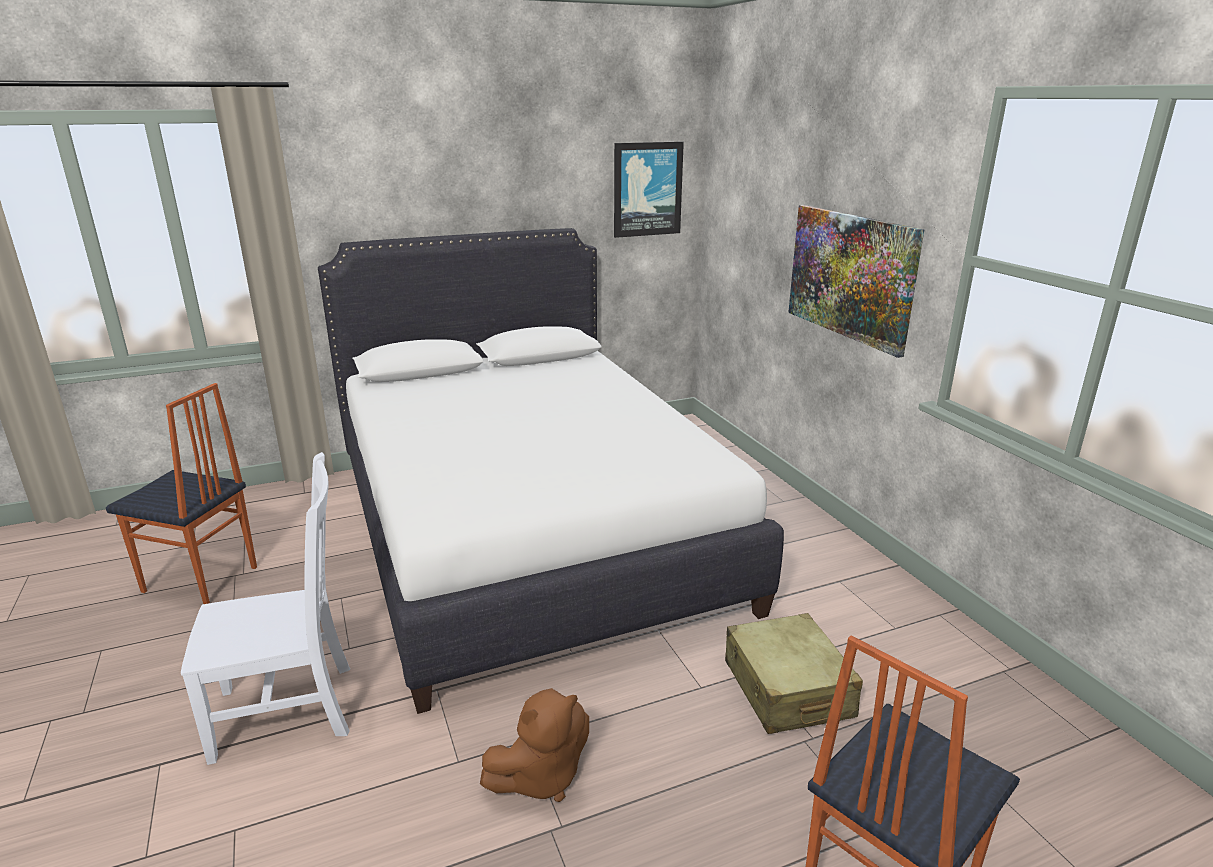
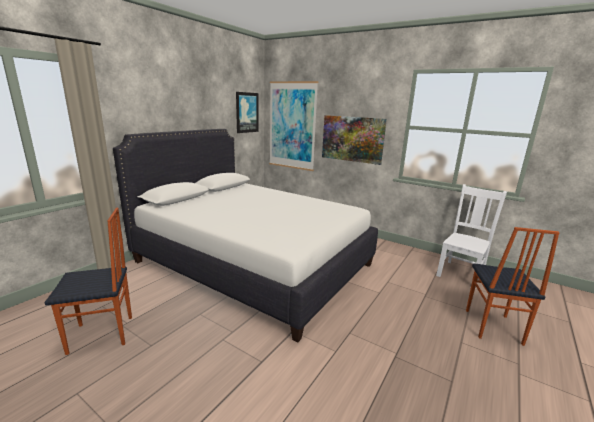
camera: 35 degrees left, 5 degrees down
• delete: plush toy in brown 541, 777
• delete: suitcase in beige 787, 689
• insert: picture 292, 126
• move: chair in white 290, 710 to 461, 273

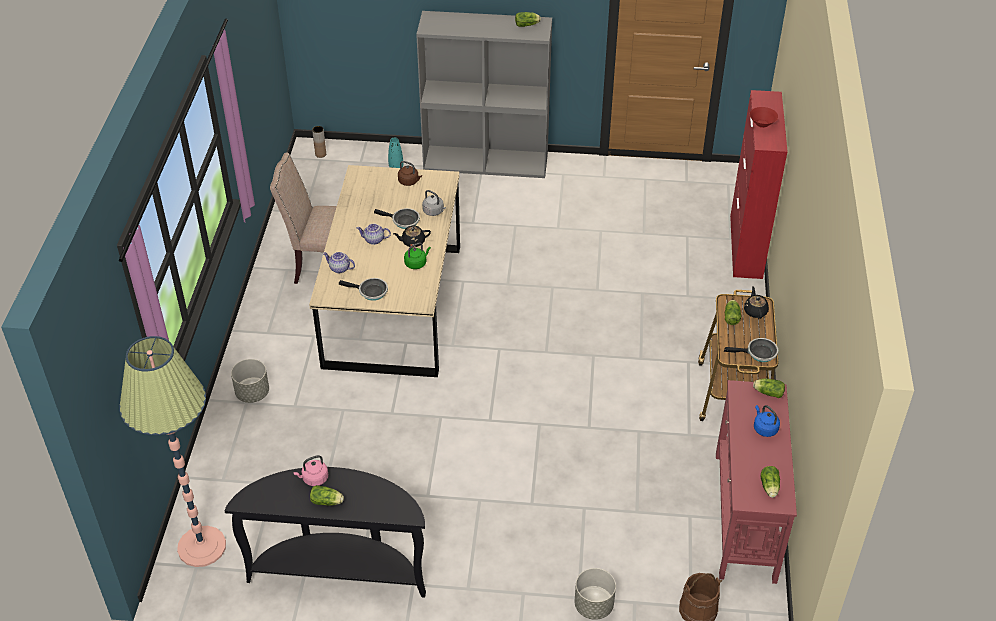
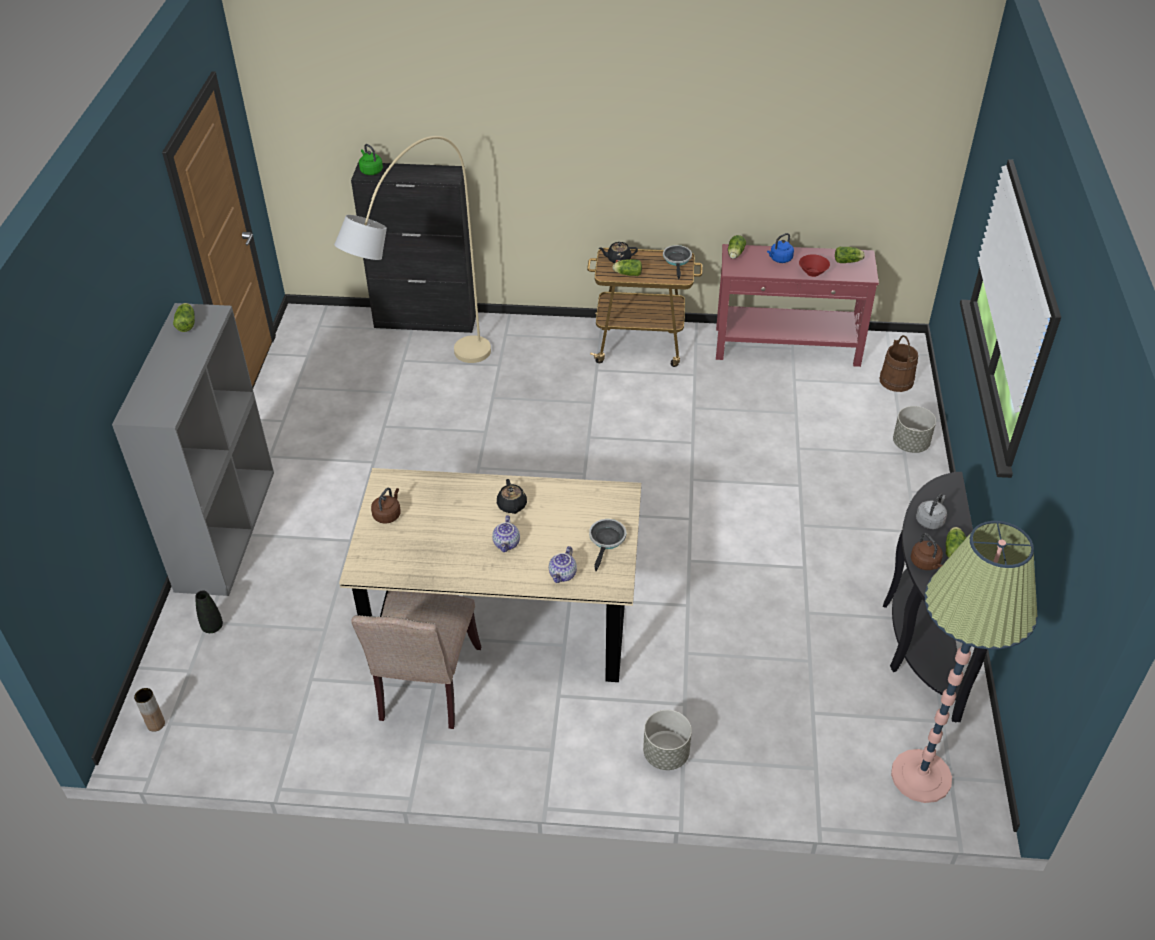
camera: 90 degrees left, 0 degrees up
• delete: frying pan 403, 221
• insert: floor lamp in beige 428, 389
• move: kettle in green 416, 263 to 371, 170
• move: kettle in grey 434, 212 to 930, 520
• move: bowl in red 761, 123 to 813, 273
• recolor: kettle in pink 314, 479 to kettle in brown 925, 563
• recolor: vase in turquoise 396, 167 to vase in black 212, 627
• recolor: cabinet in red 745, 247 to cabinet in black 426, 320

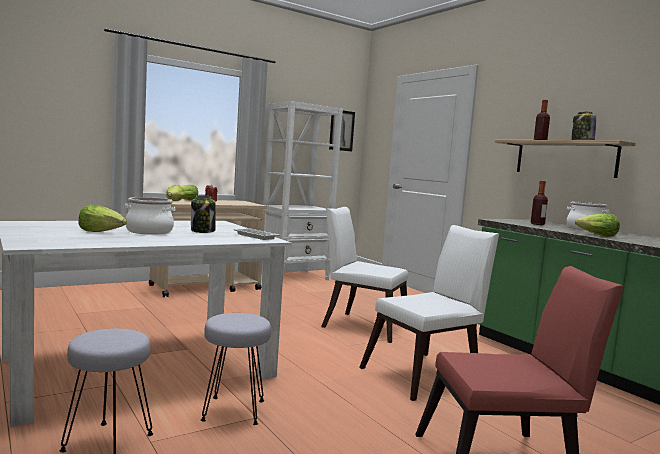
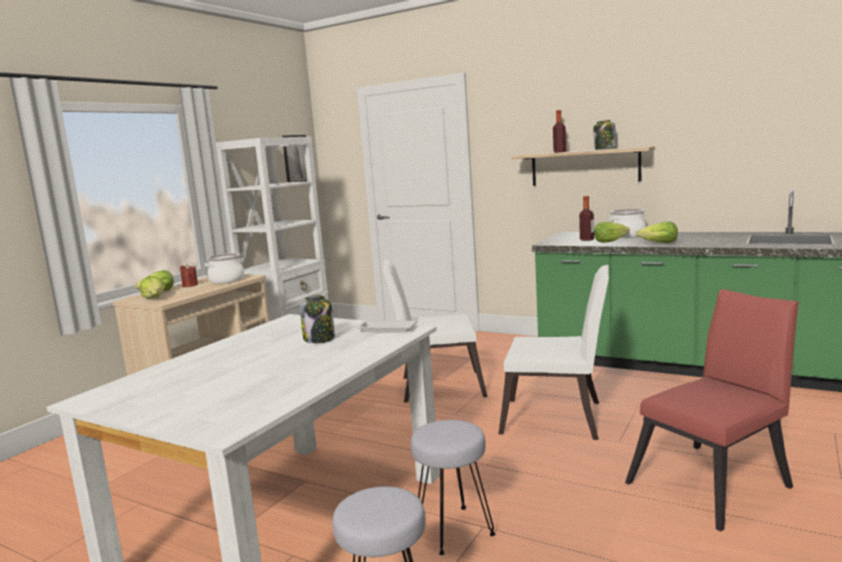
camera: 25 degrees left, 5 degrees up
• move: lettuce 101, 232 to 609, 241
• move: cooking pot 149, 231 to 227, 280
• rotate: chair in white 427, 375 = 559, 420 75 degrees clockwise

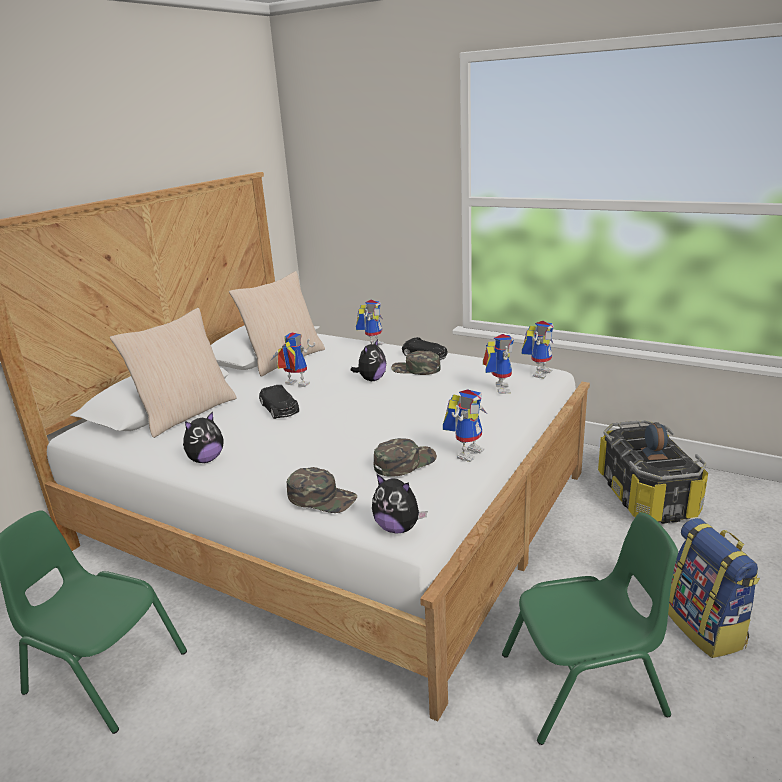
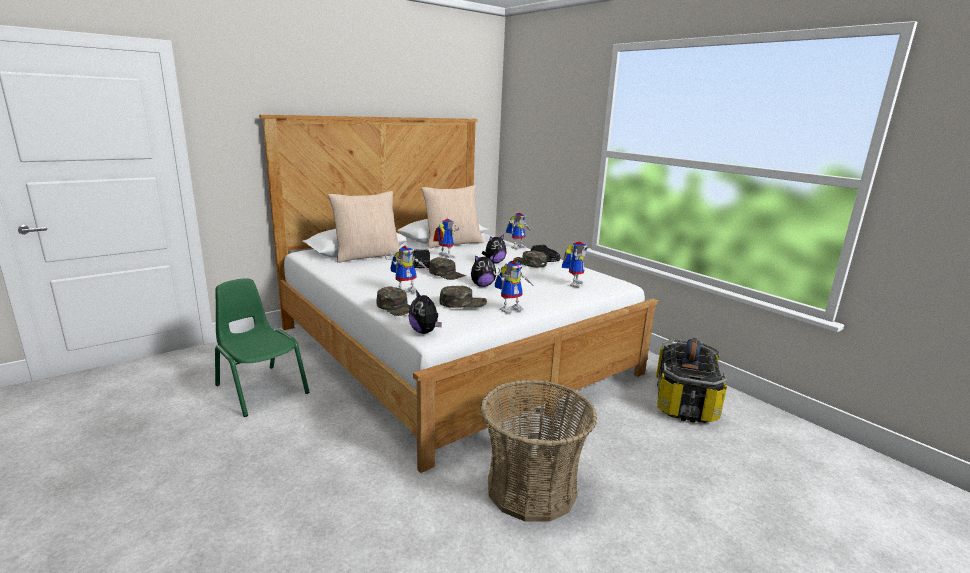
camera: 20 degrees right, 5 degrees down
• delete: backpack 705, 628
• insert: cap in green 447, 274
• move: plush toy 206, 459 to 482, 285
• move: toy robot 539, 372 to 406, 291
• replace: chair in green 583, 686 to basket 532, 488

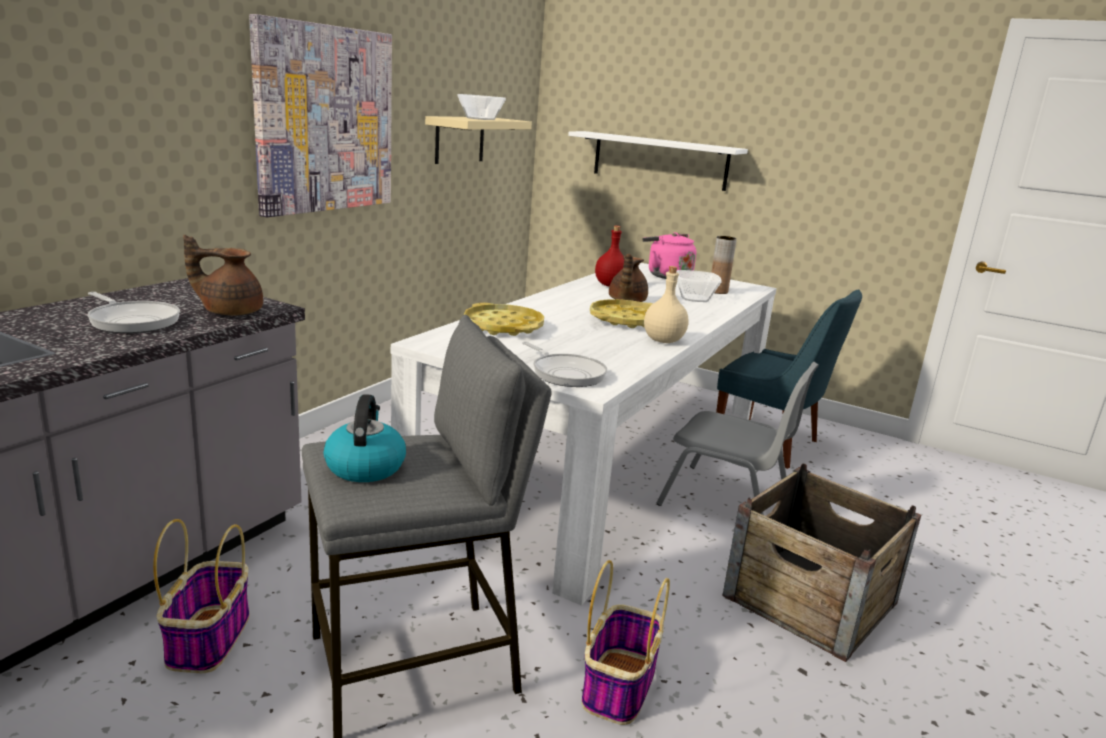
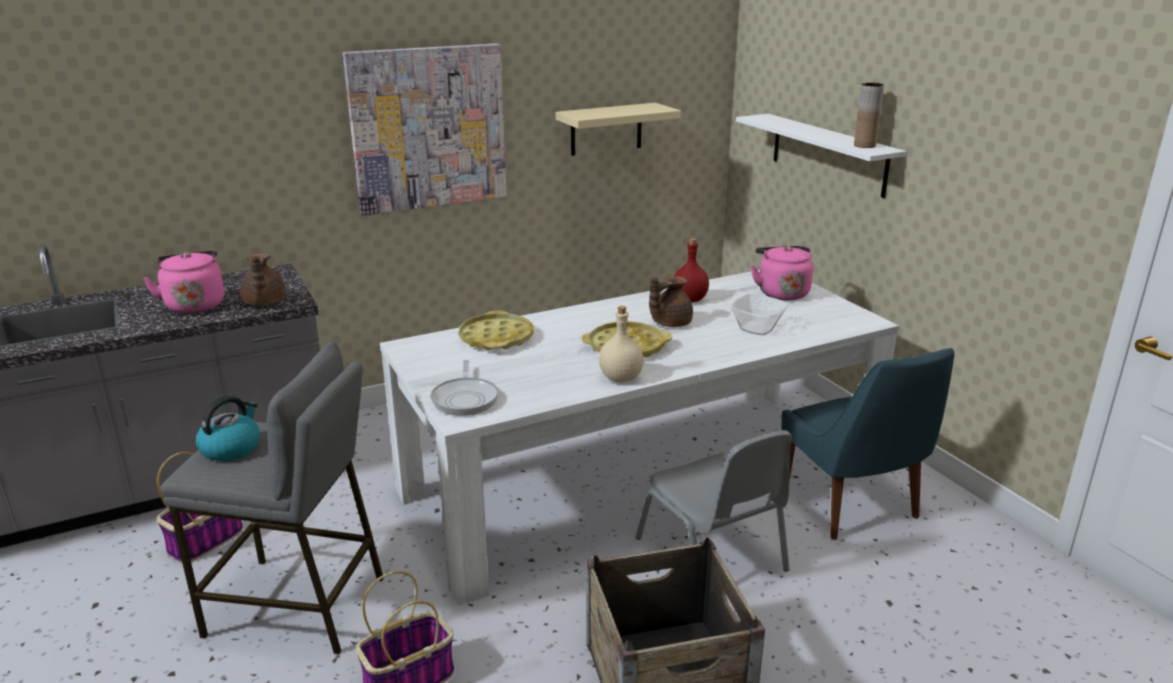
camera: 35 degrees right, 5 degrees up
• delete: bowl 480, 119
• move: vase in brown 718, 291 to 864, 146
• replace: frying pan 132, 321 to kettle in pink 194, 304
• rotate: teapot in brown 230, 311 = 263, 303 135 degrees counterclockwise

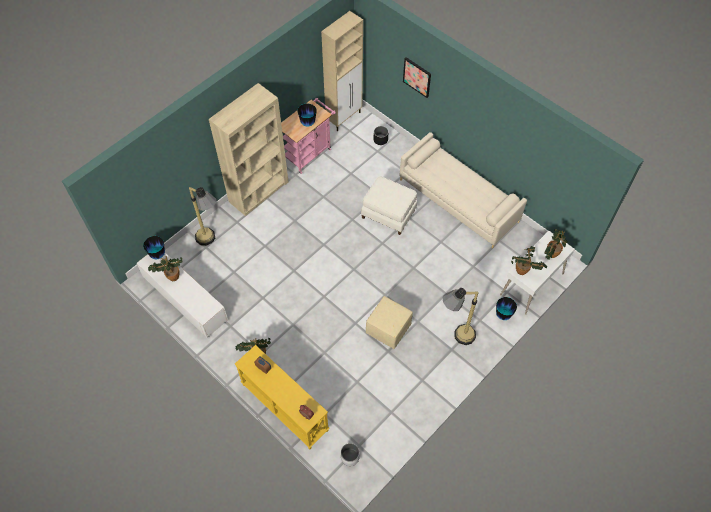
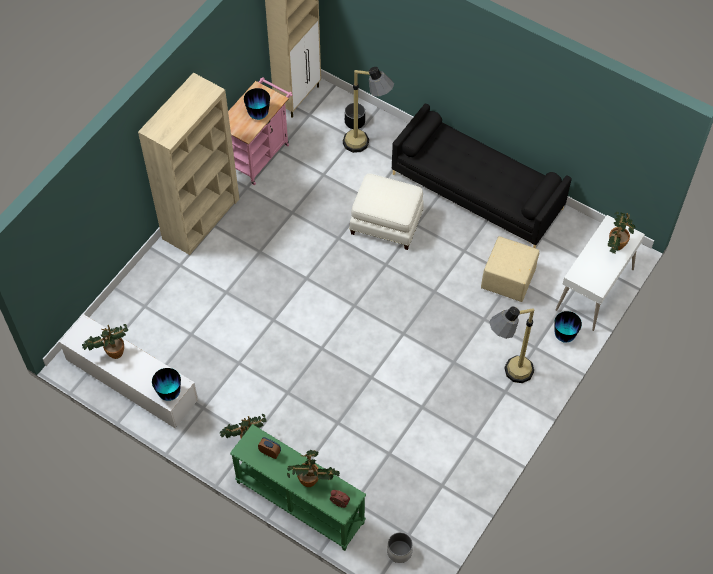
camera: 10 degrees left, 0 degrees up
• delete: picture 417, 77
• move: vase 158, 255 to 169, 393
• move: floor lamp 212, 242 to 366, 147
• move: ottoman in beige 388, 329 to 508, 280
• move: potted plant 524, 272 to 312, 482
• recolor: console table in yellow 284, 407 to console table in green 299, 503
• recolor: sofa in beige 459, 200 to sofa in black 478, 191

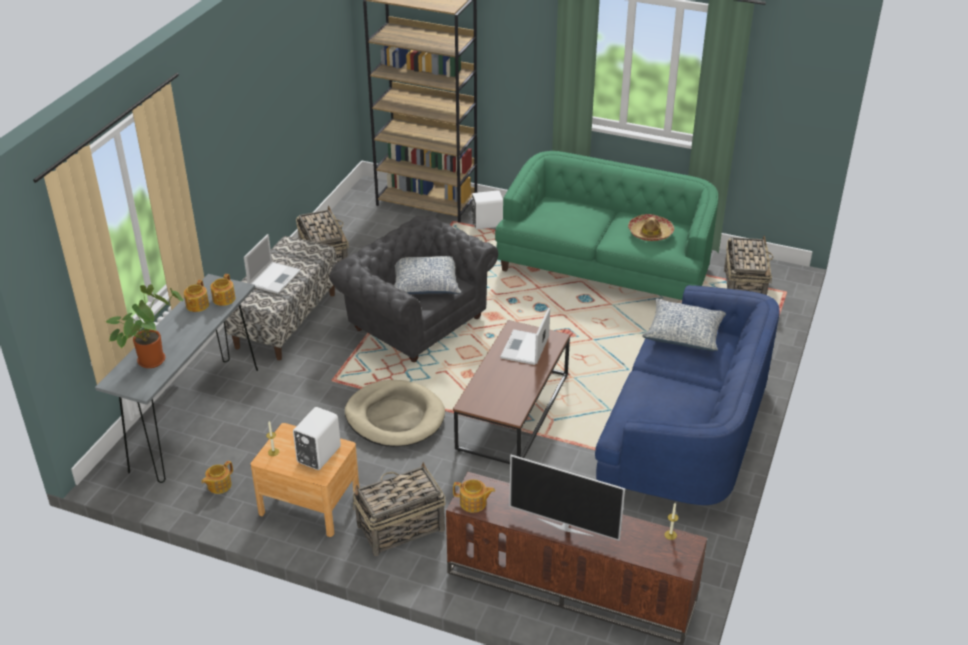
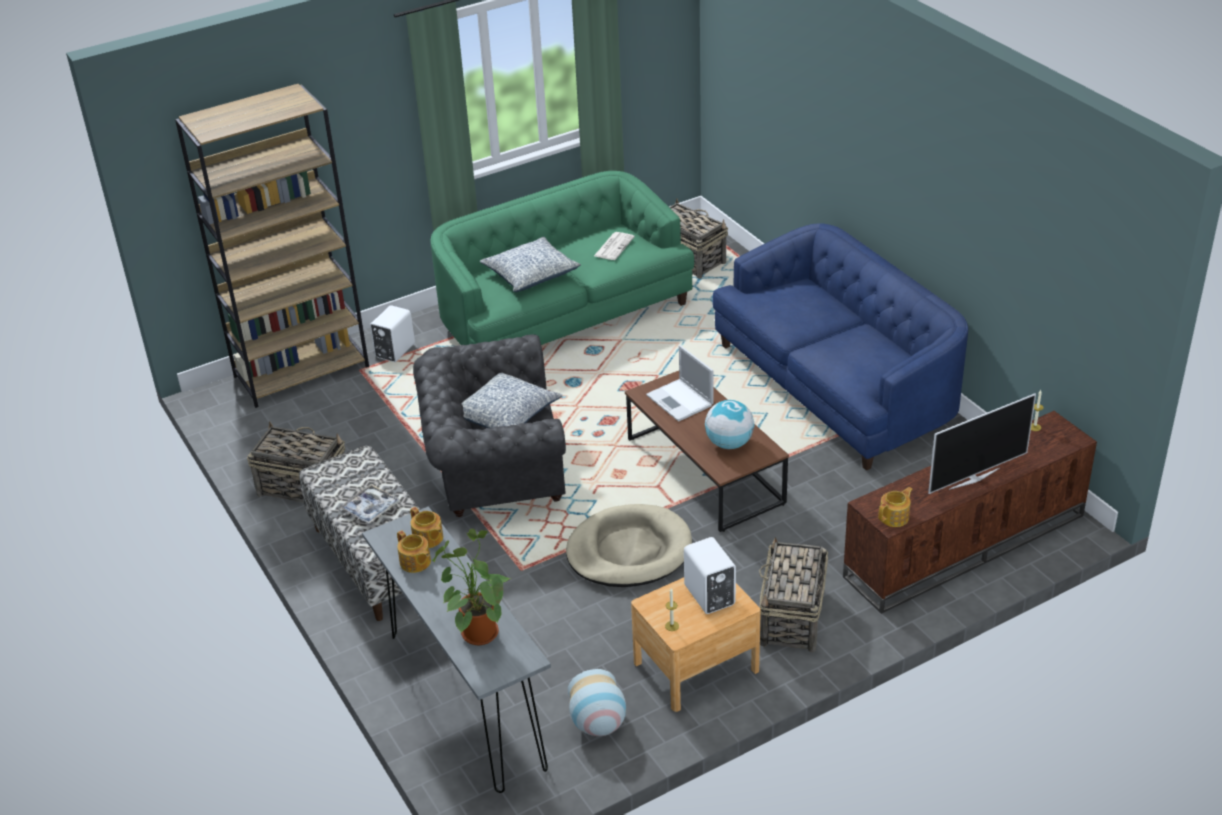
camera: 50 degrees left, 0 degrees up
• insert: globe 729, 443
• move: pillow 684, 334 to 531, 274
• replace: teapot 218, 485 to vase 598, 725
• replace: laptop 274, 277 to tray 370, 508
• replace: hat 650, 233 to newspaper 614, 246

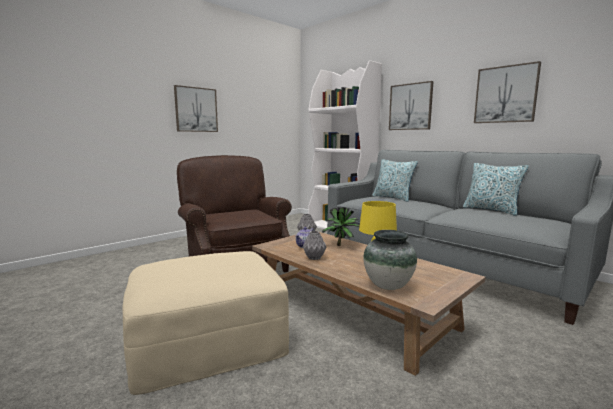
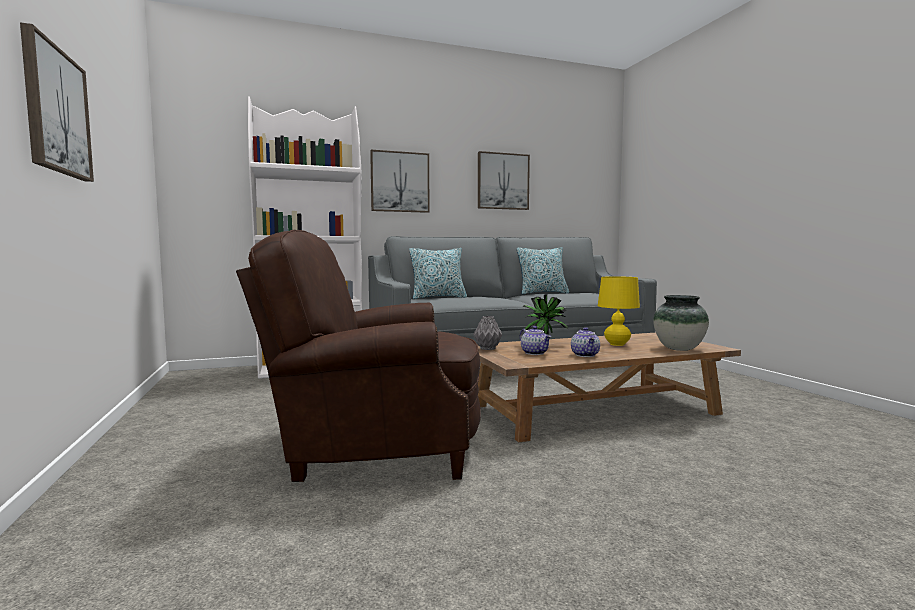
camera: 65 degrees left, 5 degrees down
• delete: ottoman in beige 209, 340
• replace: vase in grey 314, 258 to teapot 585, 355

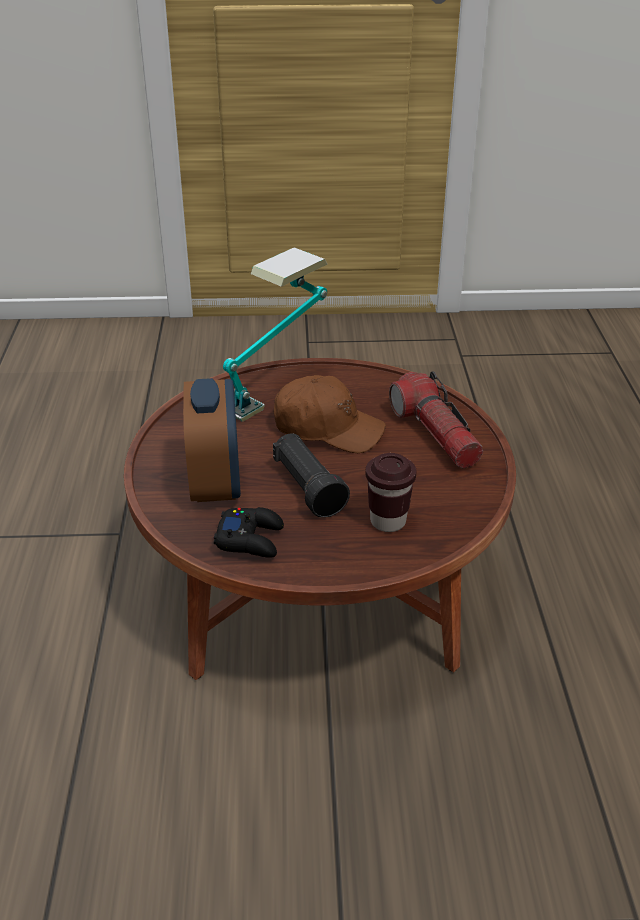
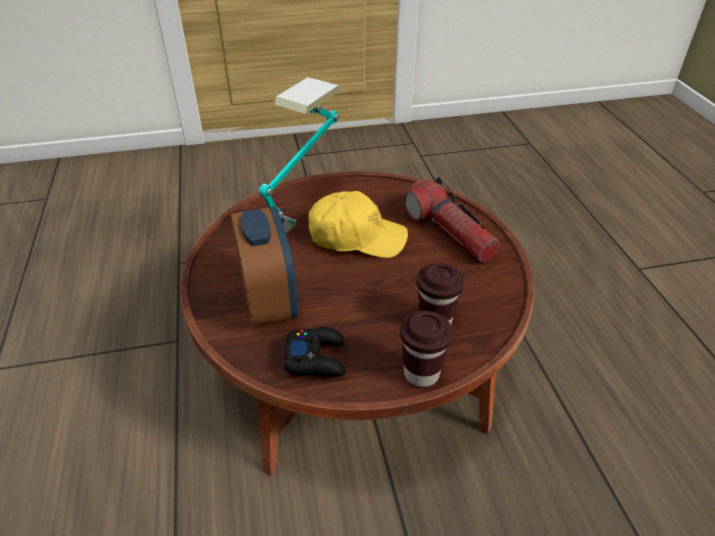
camera: 10 degrees left, 5 degrees up
• delete: flashlight in black 308, 488
• insert: cup in brown 421, 373
• recolor: cap in brown 328, 428 to cap in yellow 356, 237

